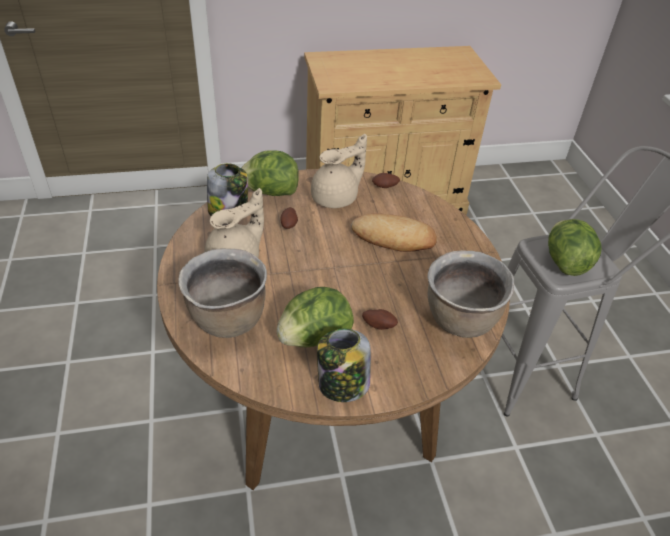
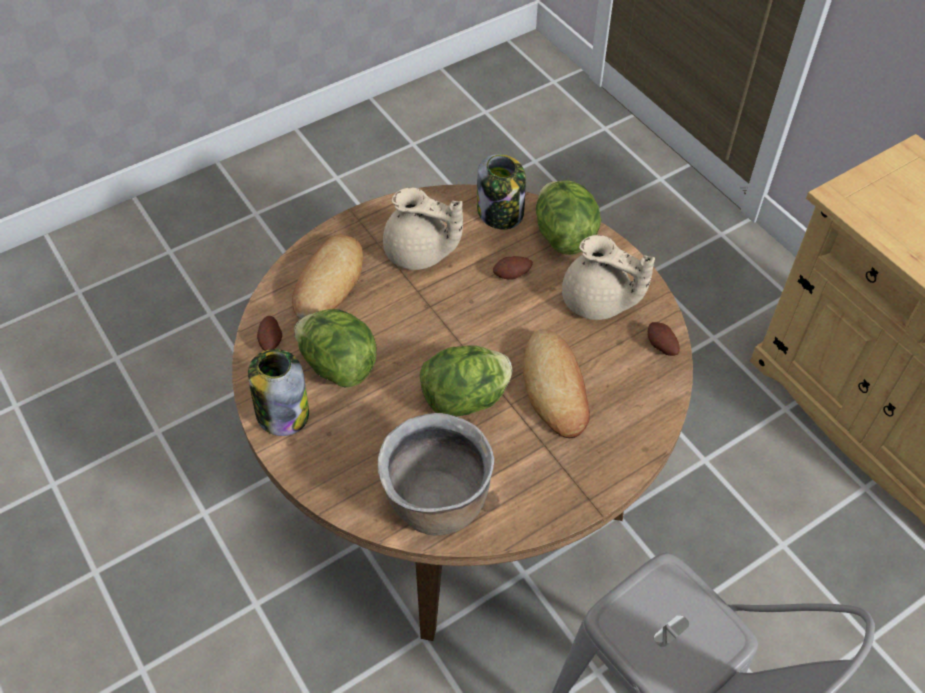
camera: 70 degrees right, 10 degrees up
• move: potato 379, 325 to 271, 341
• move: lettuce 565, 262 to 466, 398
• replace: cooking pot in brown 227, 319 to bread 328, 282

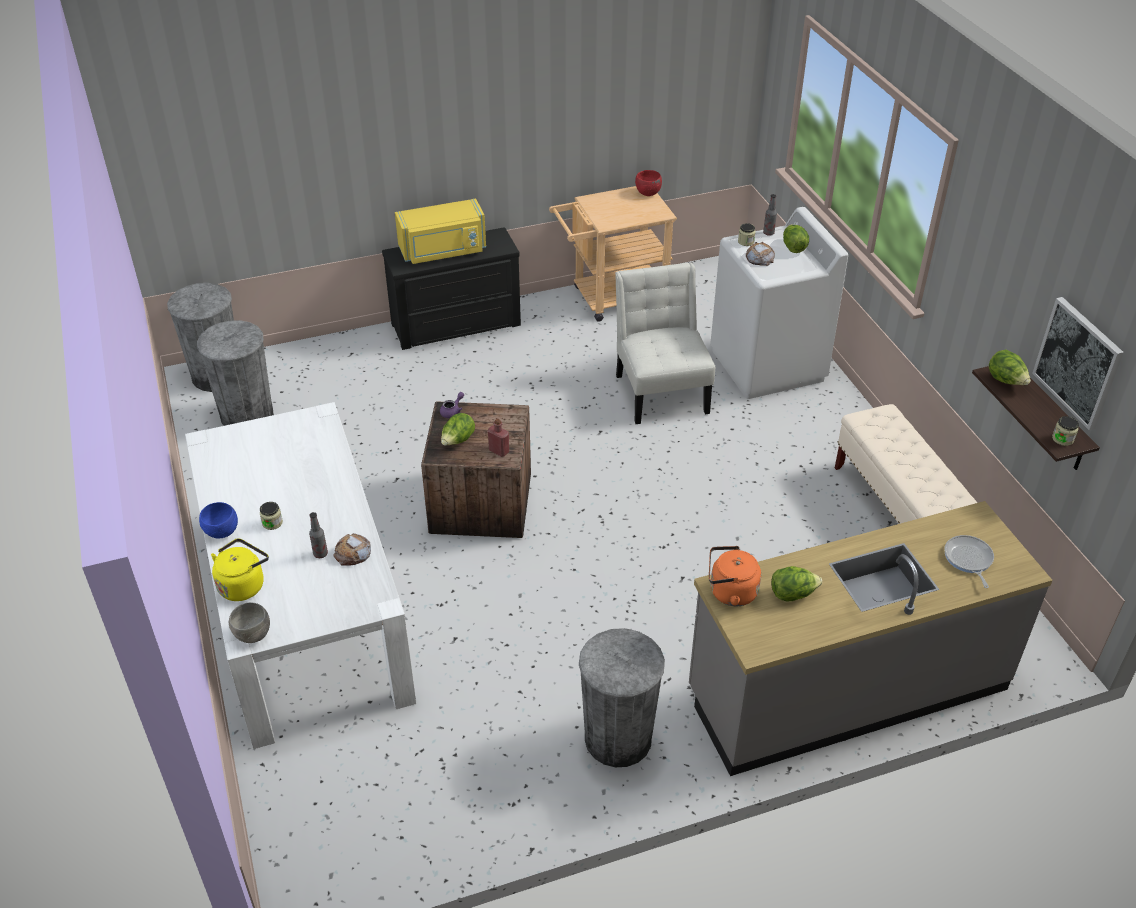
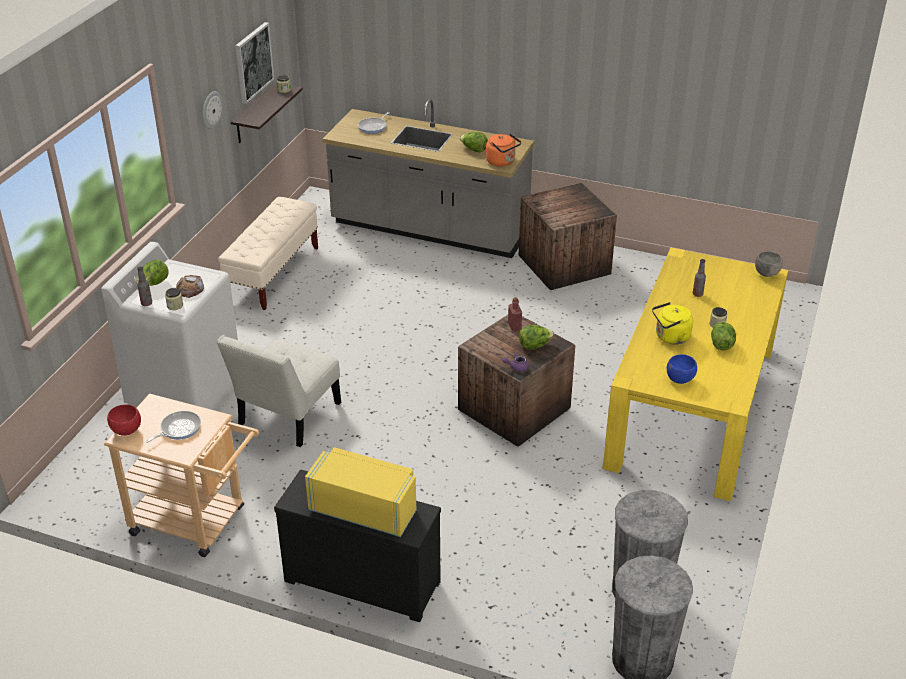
camera: 140 degrees left, 5 degrees down
• delete: bread 353, 553
• insert: frying pan 178, 429
• insert: wall clock 211, 110
• move: bowl in blue 222, 532 to 679, 379
• move: kettle in yellow 243, 585 to 670, 337
• move: lettuce 1006, 381 to 721, 344
• replace: trash can in grey 618, 738 to crate 565, 265
• recolor: dining table in white 305, 607 to dining table in yellow 692, 406

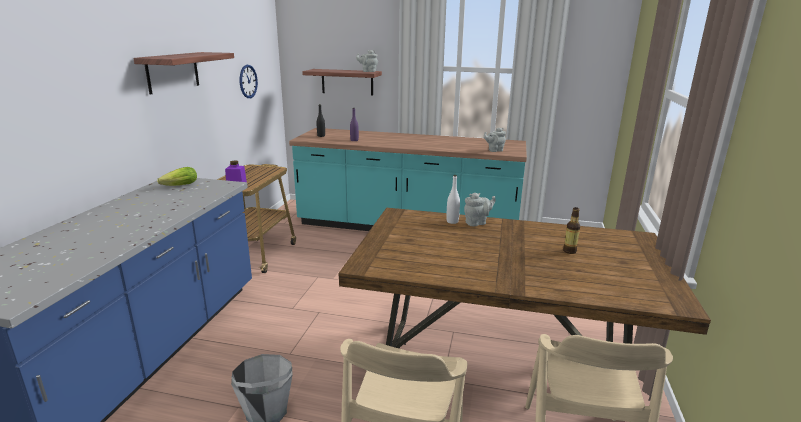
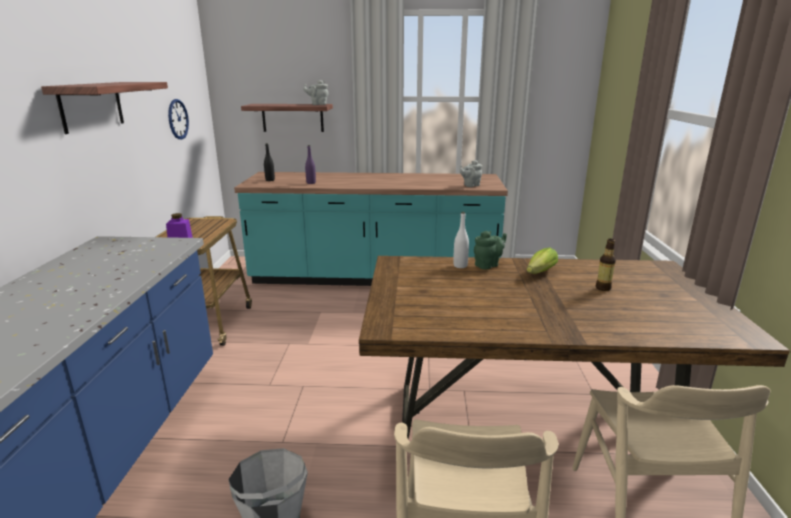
camera: 10 degrees left, 0 degrees up
• move: lettuce 178, 186 to 539, 273
• recolor: teapot in grey 477, 223 to teapot in green 488, 265

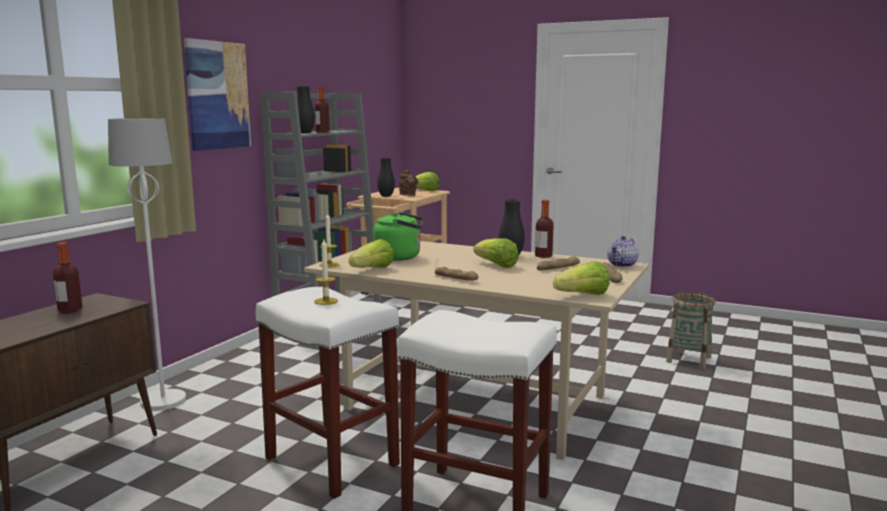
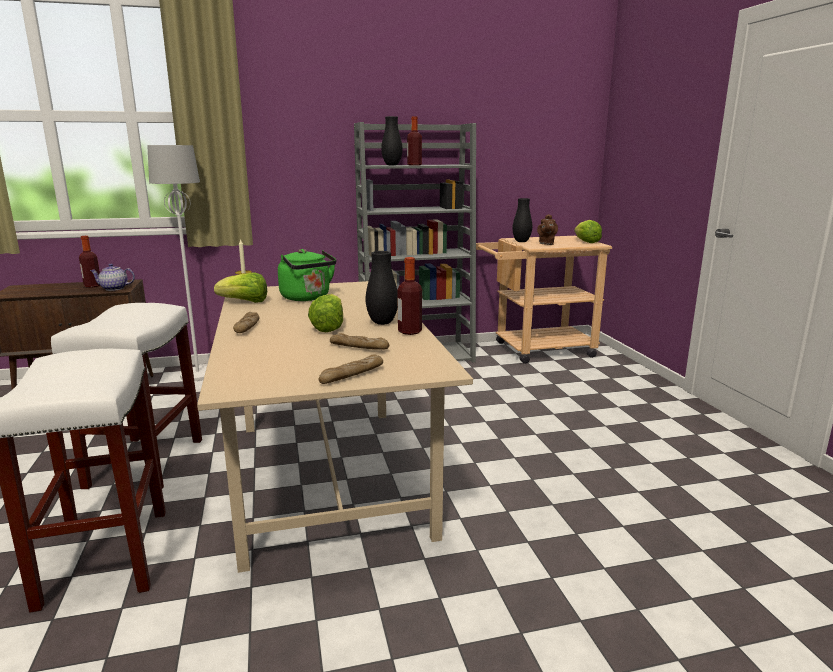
camera: 50 degrees right, 5 degrees up
• delete: picture 217, 95
• delete: candle 326, 301
• delete: lettuce 583, 295
• delete: basket 688, 359
• move: teapot 622, 265 to 114, 289

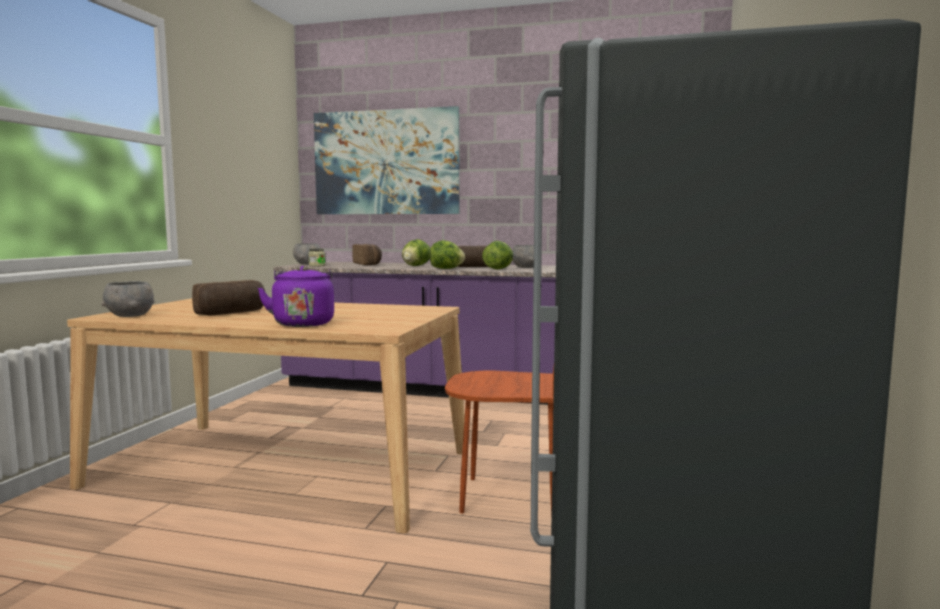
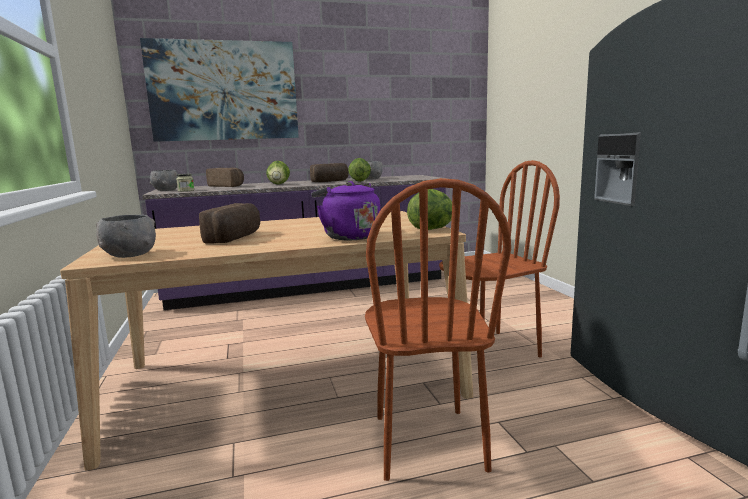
camera: 30 degrees left, 5 degrees up
• insert: chair in brown 427, 442
• move: lettuce 446, 268 to 432, 229

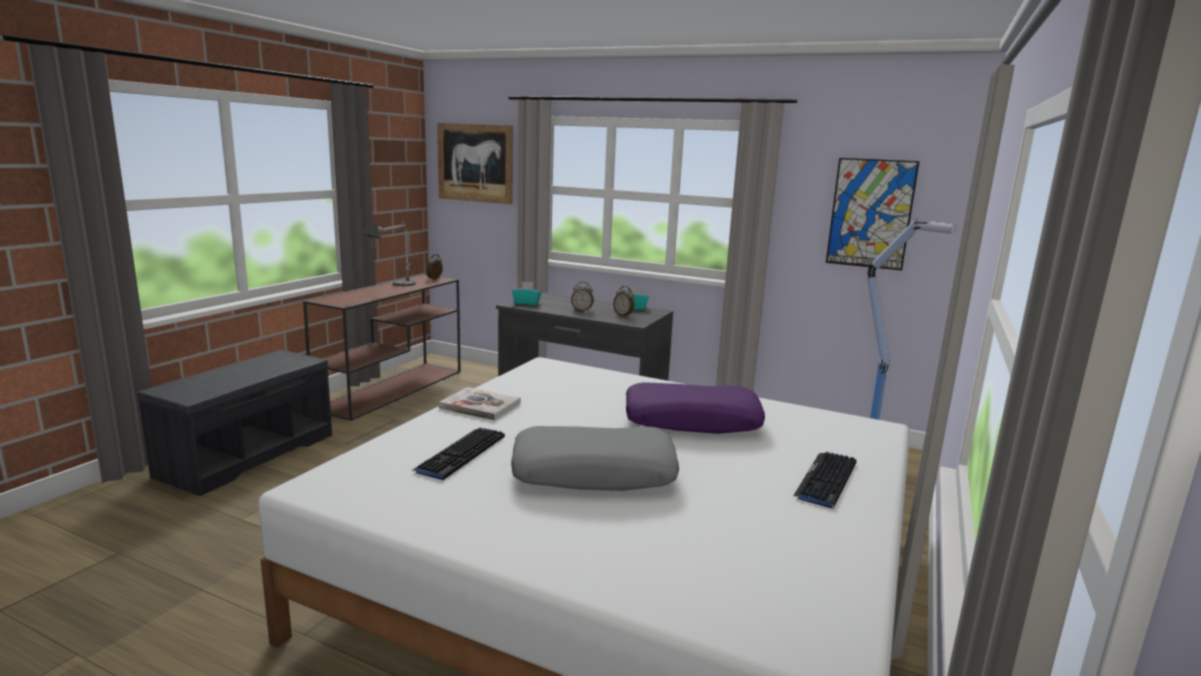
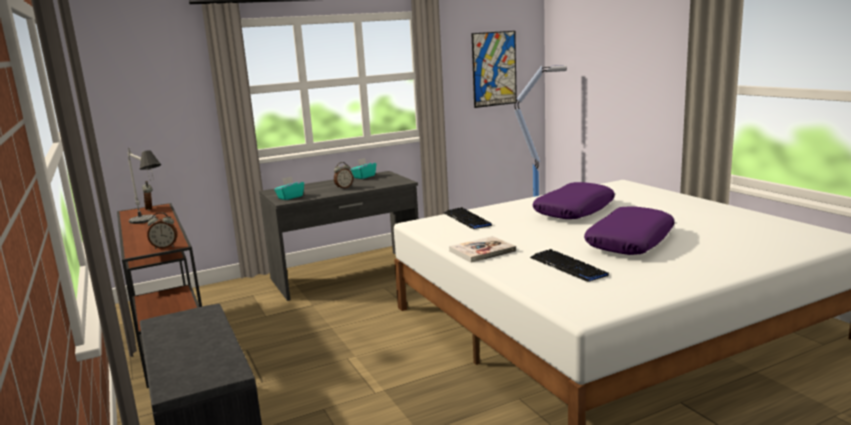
camera: 50 degrees left, 0 degrees up
• delete: picture 475, 163
• move: alarm clock 623, 315 to 165, 247
• move: keyboard 826, 480 to 467, 219
• recolor: pillow in grey 594, 473 to pillow in purple 629, 241

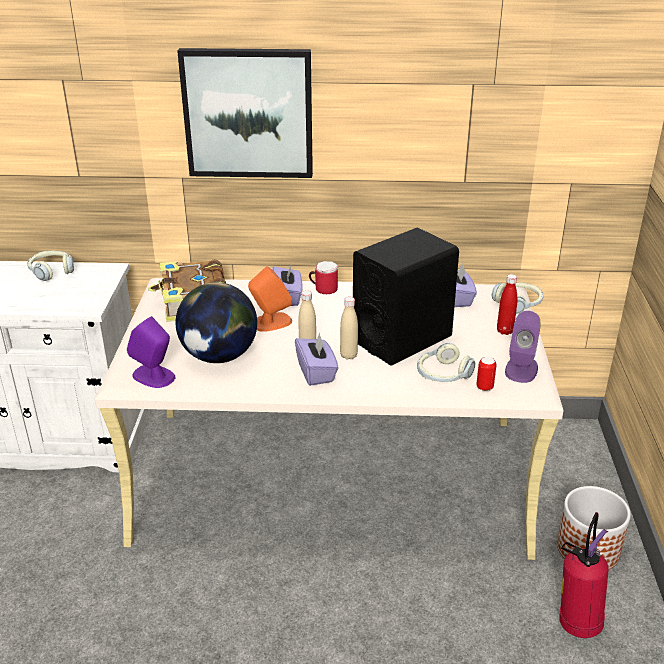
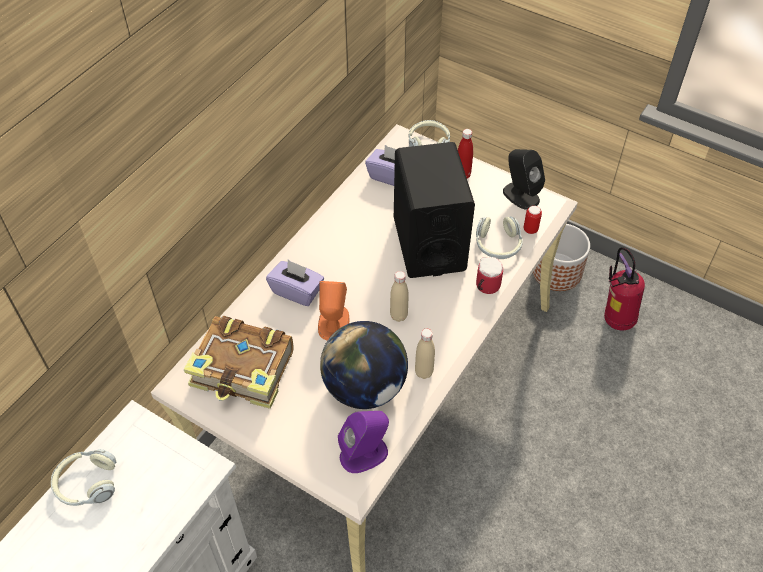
camera: 60 degrees left, 20 degrees up
• delete: picture 248, 113
• delete: tissue box in purple 316, 372
• move: mug 323, 289 to 485, 286
• move: bottle in beige 348, 355 to 424, 372
• recolor: speaker in purple 521, 369 to speaker in black 520, 195

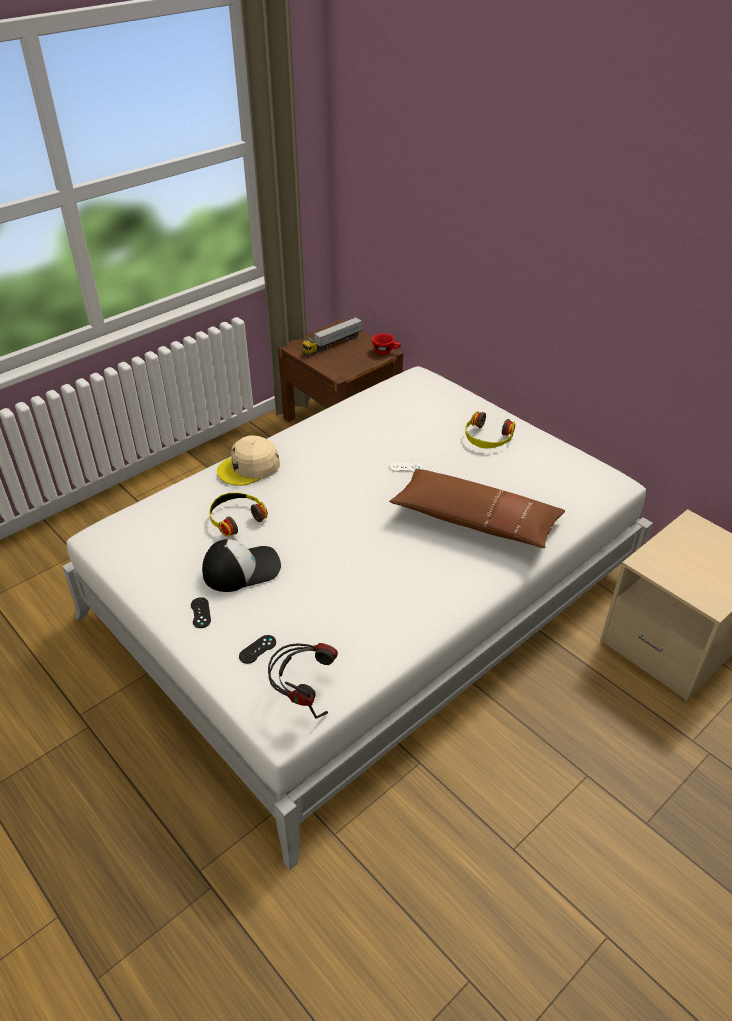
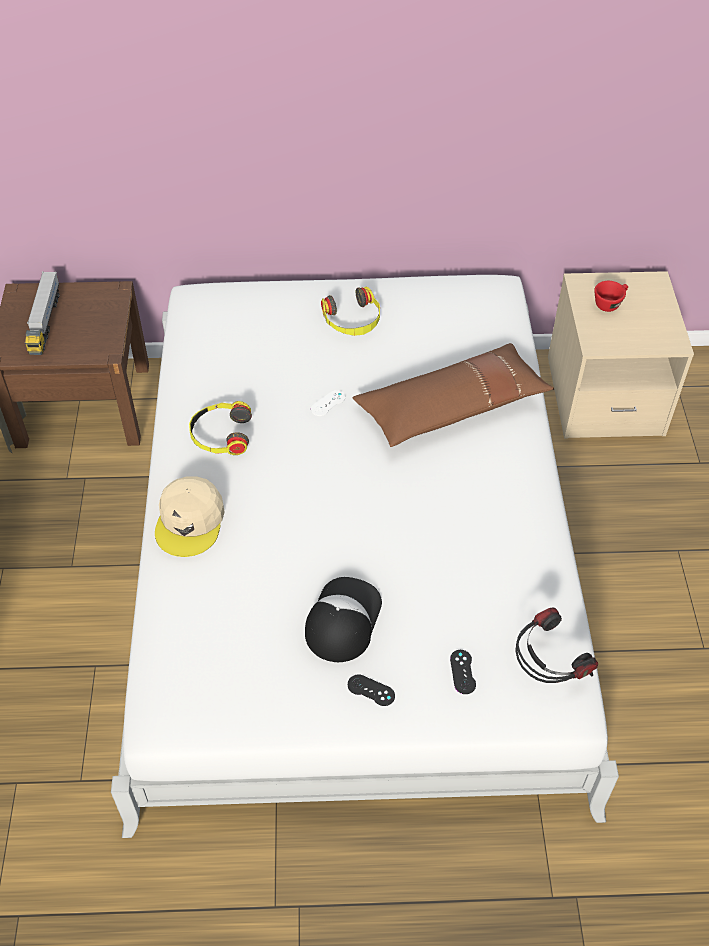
camera: 50 degrees left, 10 degrees up
• move: headphones 236, 518 to 221, 434
• move: cup in red 386, 351 to 609, 303

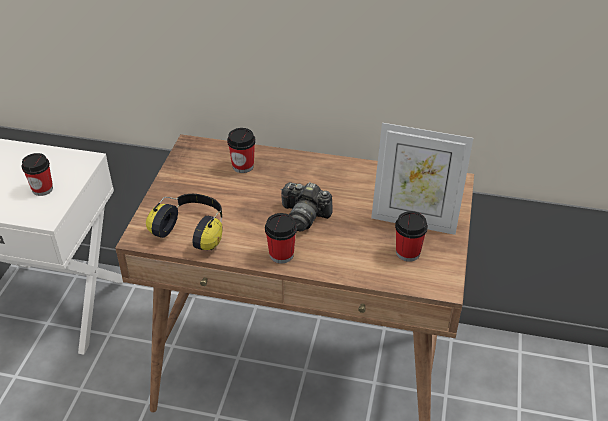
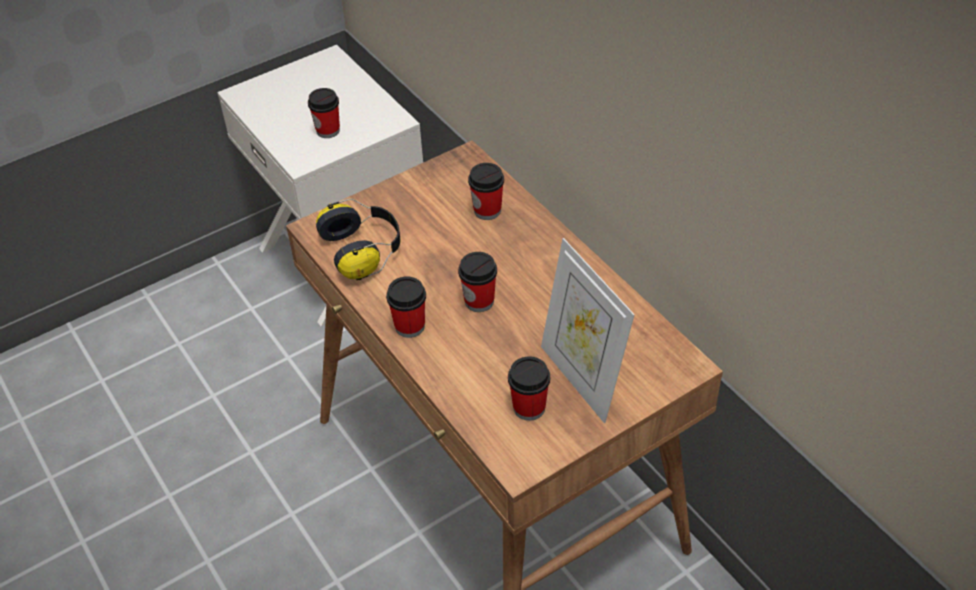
camera: 45 degrees right, 5 degrees up
• replace: photo camera 304, 216 to cup 479, 301

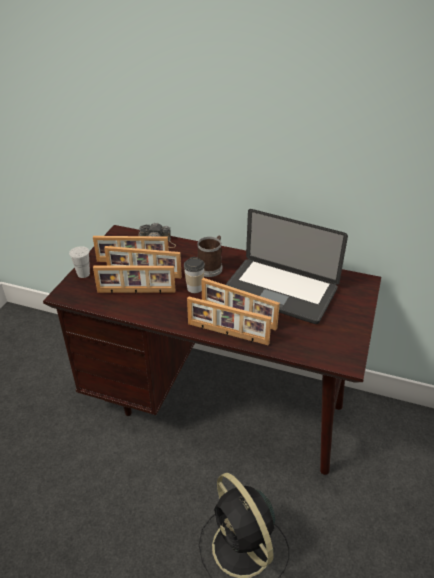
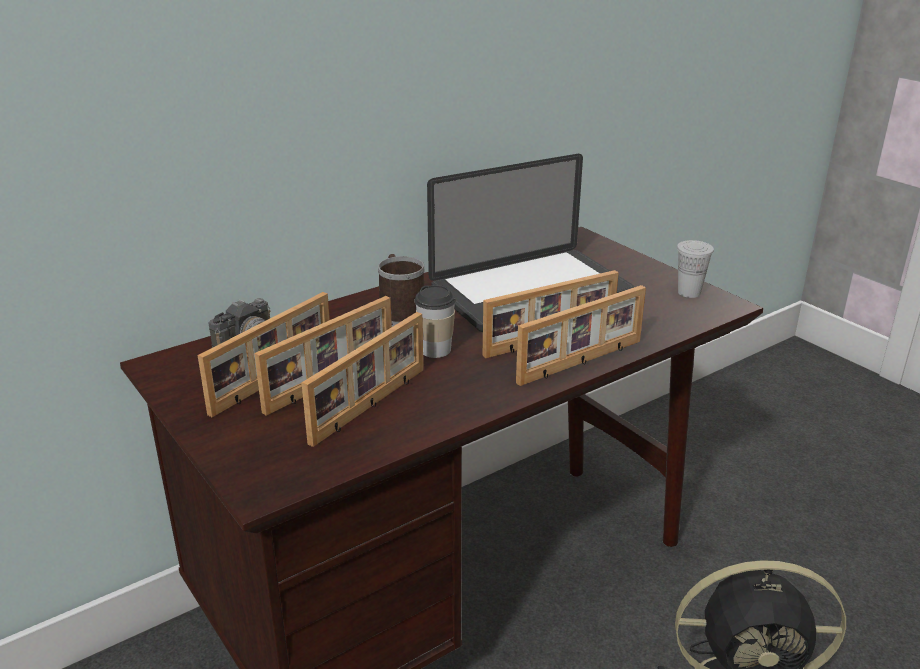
camera: 55 degrees left, 10 degrees down
• move: cup in white 83, 274 to 689, 292

